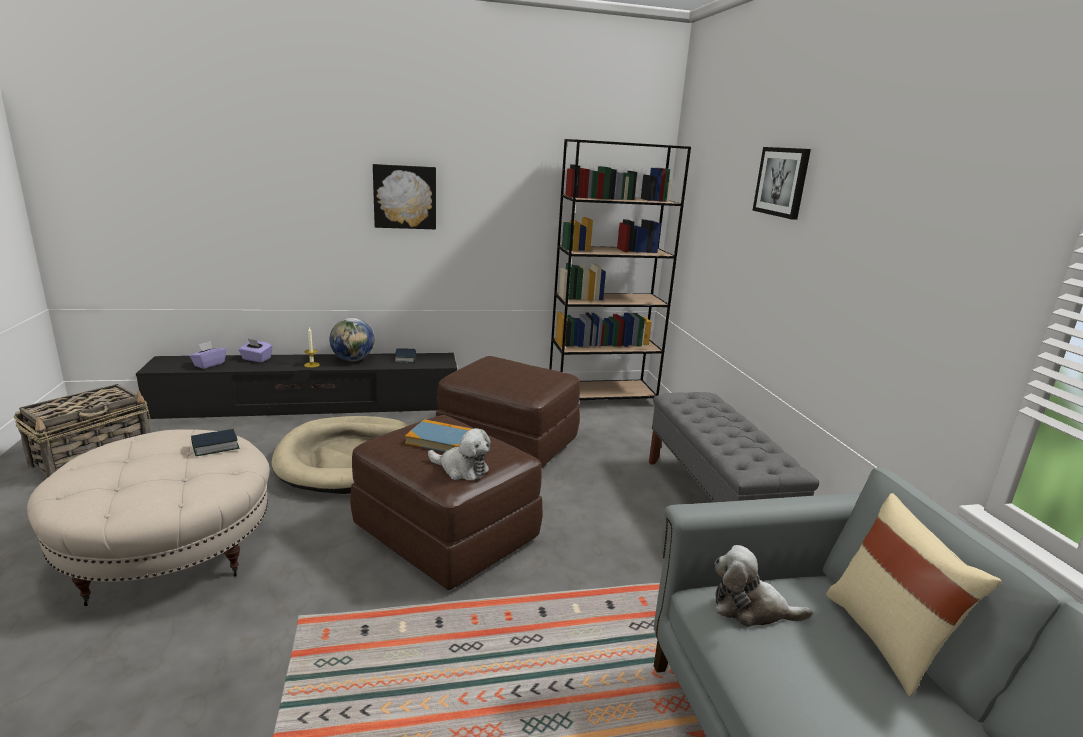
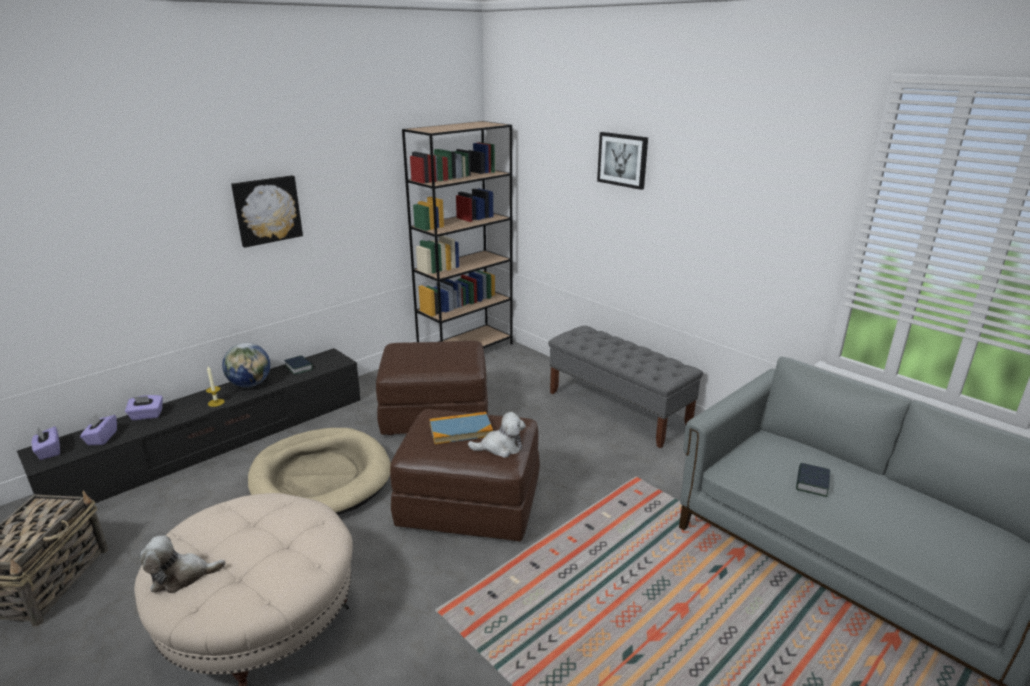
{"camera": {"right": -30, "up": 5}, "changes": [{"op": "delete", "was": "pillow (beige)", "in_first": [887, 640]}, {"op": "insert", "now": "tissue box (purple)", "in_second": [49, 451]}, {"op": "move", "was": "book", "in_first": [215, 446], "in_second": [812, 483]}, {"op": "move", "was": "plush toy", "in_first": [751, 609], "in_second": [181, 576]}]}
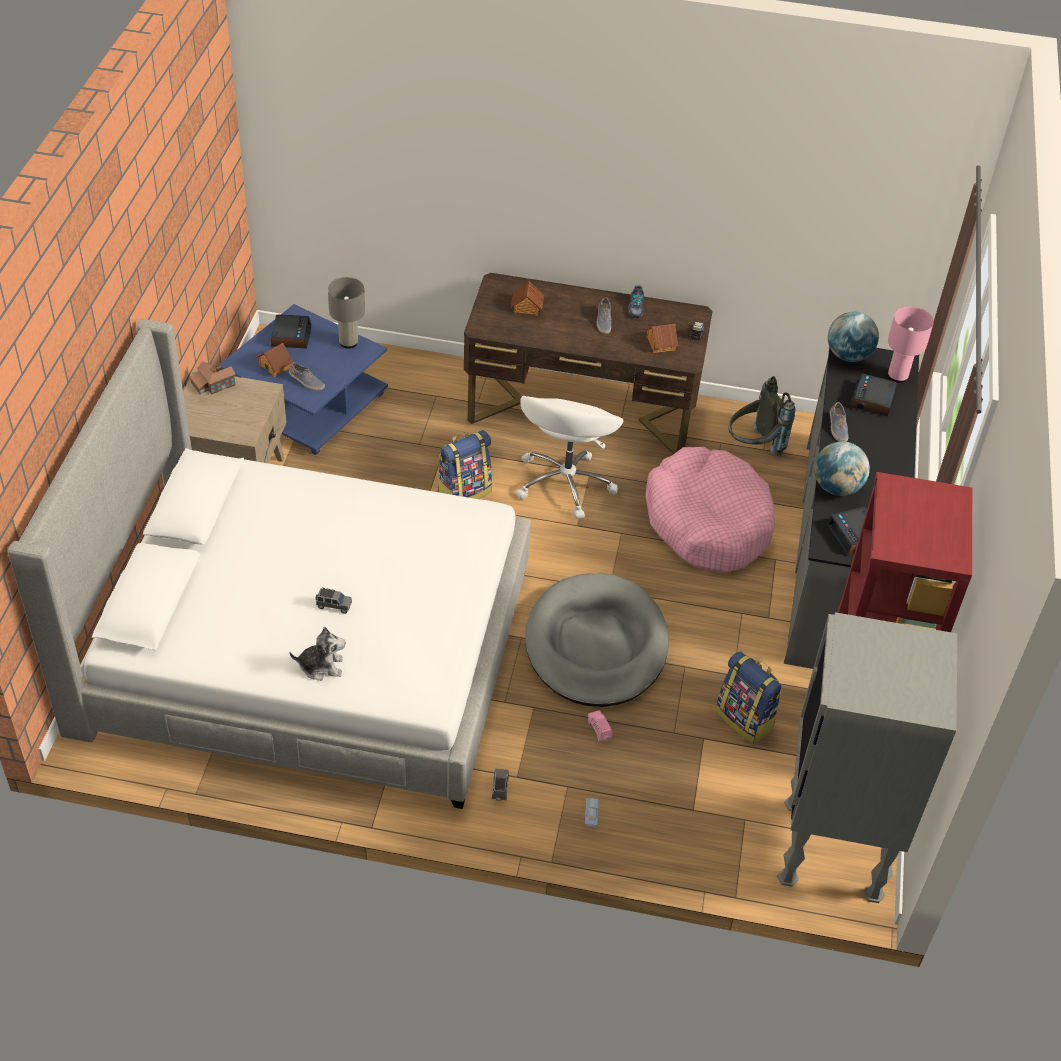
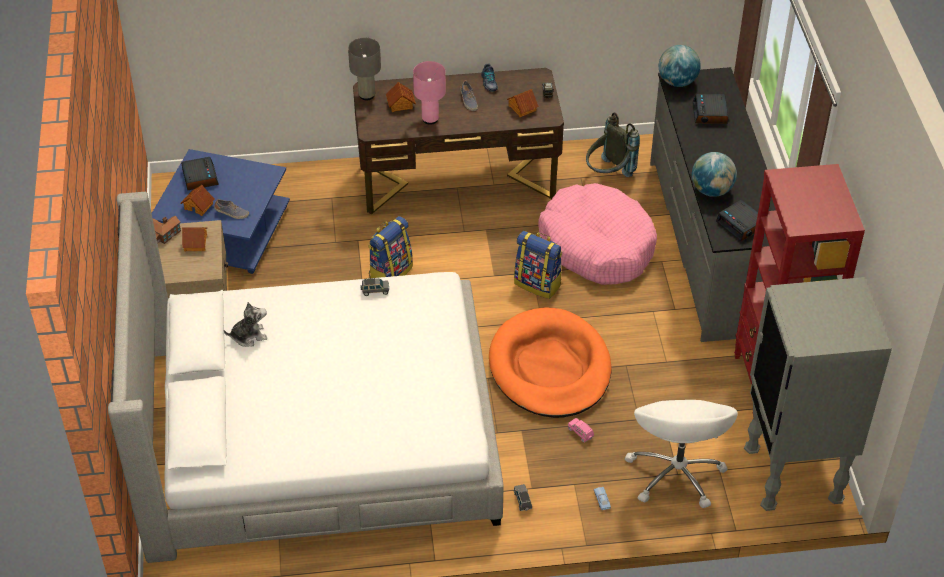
{"camera": {"right": -15, "up": 0}, "changes": [{"op": "delete", "was": "shoe", "in_first": [837, 428]}, {"op": "insert", "now": "toy house", "in_second": [196, 243]}, {"op": "move", "was": "plush toy", "in_first": [321, 666], "in_second": [249, 336]}, {"op": "move", "was": "toy car (grey)", "in_first": [333, 605], "in_second": [375, 291]}, {"op": "move", "was": "table lamp (grey)", "in_first": [348, 342], "in_second": [366, 95]}, {"op": "move", "was": "office chair (white)", "in_first": [564, 486], "in_second": [676, 476]}, {"op": "move", "was": "backpack", "in_first": [745, 719], "in_second": [538, 284]}, {"op": "move", "was": "table lamp (pink)", "in_first": [898, 377], "in_second": [430, 119]}, {"op": "recolor", "was": "dog bed (grey)", "now": "dog bed (orange)", "in_first": [596, 645], "in_second": [550, 368]}]}
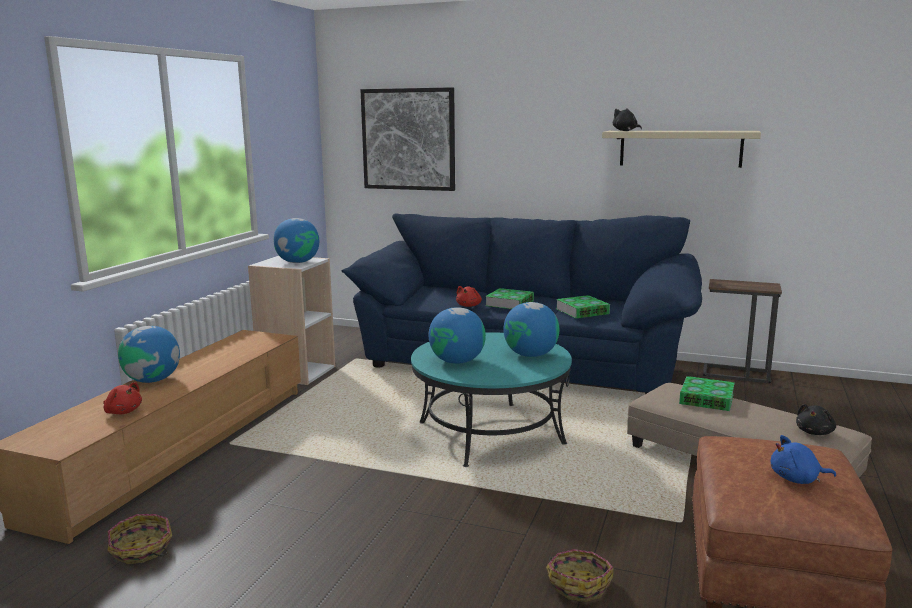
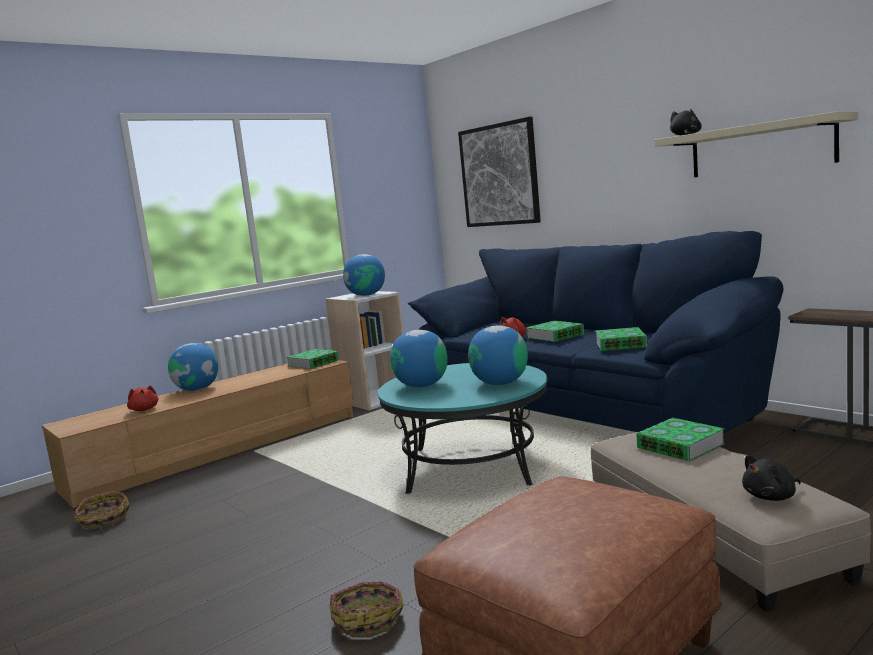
{"camera": {"right": 30, "up": -5}, "changes": [{"op": "delete", "was": "plush toy (blue)", "in_first": [797, 479]}, {"op": "insert", "now": "book", "in_second": [313, 363]}]}
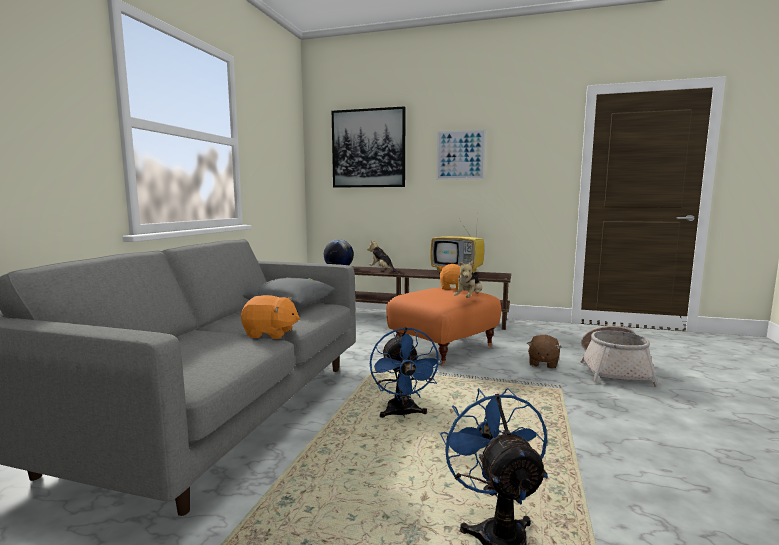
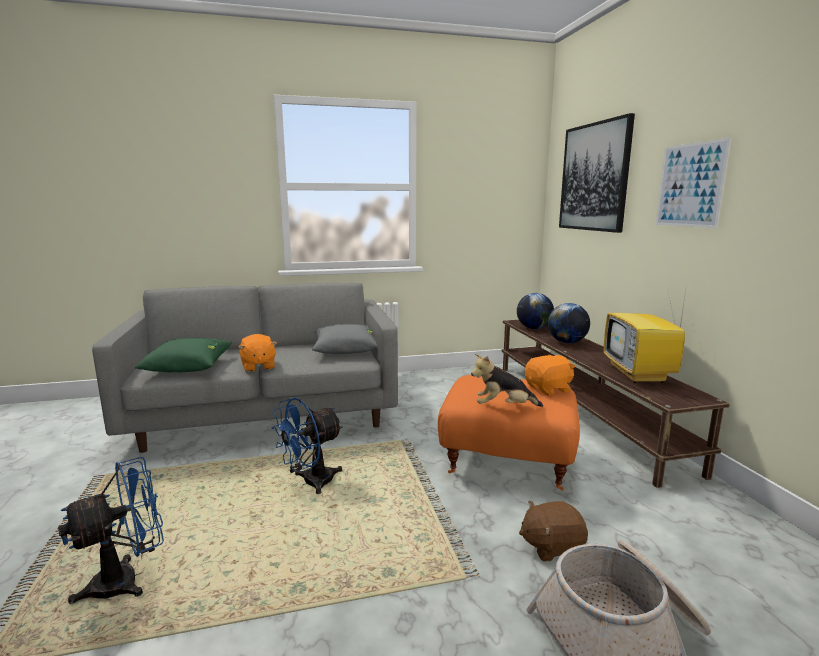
{"camera": {"right": 60, "up": 5}, "changes": [{"op": "insert", "now": "pillow (green)", "in_second": [188, 367]}, {"op": "replace", "was": "plush toy", "now": "globe", "in_first": [382, 270], "in_second": [567, 342]}]}
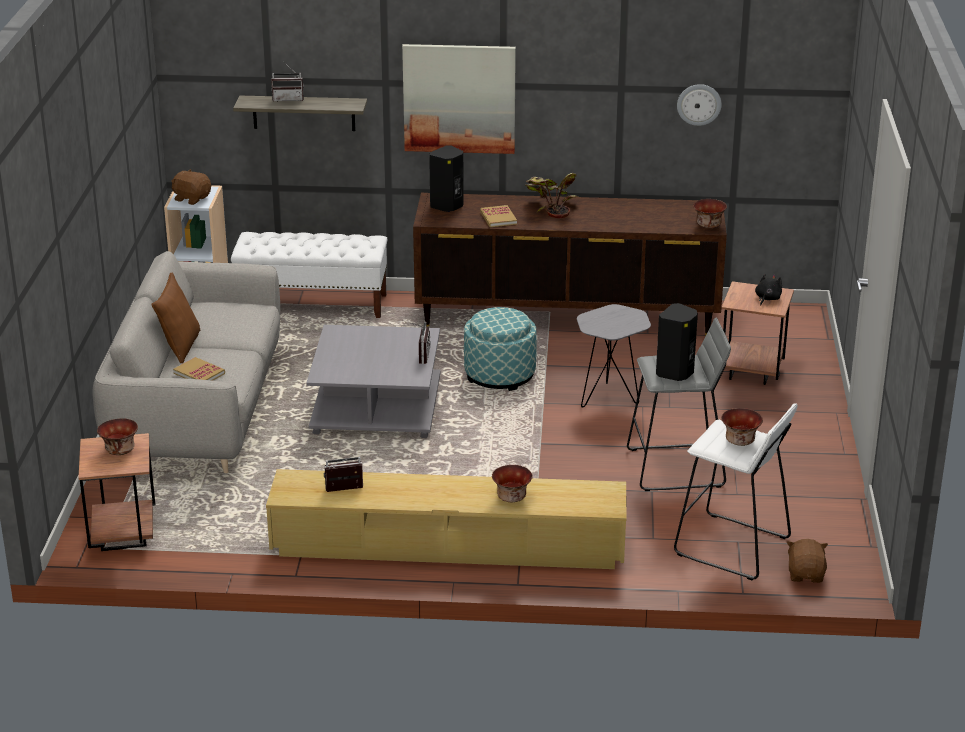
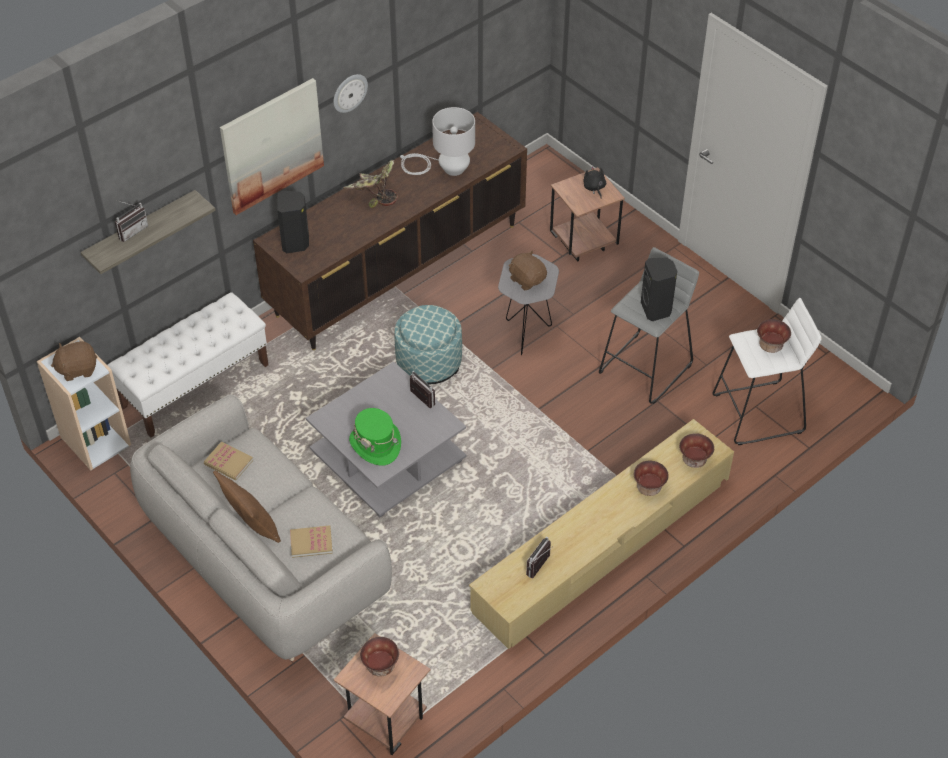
{"camera": {"right": -45, "up": 20}, "changes": [{"op": "insert", "now": "hat (green)", "in_second": [375, 444]}, {"op": "insert", "now": "table lamp (white)", "in_second": [439, 167]}, {"op": "move", "was": "book", "in_first": [498, 218], "in_second": [228, 462]}, {"op": "move", "was": "wall clock", "in_first": [699, 104], "in_second": [349, 92]}, {"op": "move", "was": "bowl", "in_first": [709, 225], "in_second": [694, 460]}, {"op": "move", "was": "plush toy (brown)", "in_first": [806, 574], "in_second": [527, 279]}]}
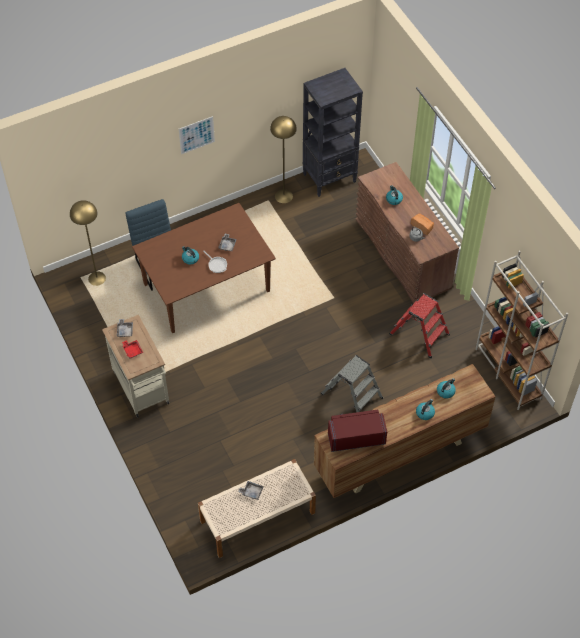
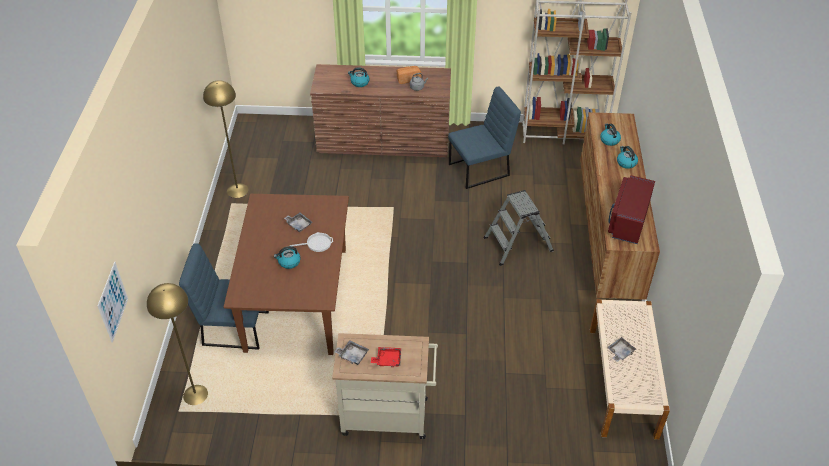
{"camera": {"right": -60, "up": -10}, "changes": [{"op": "delete", "was": "bookcase (black)", "in_first": [330, 178]}, {"op": "move", "was": "picture", "in_first": [196, 135], "in_second": [113, 302]}, {"op": "replace", "was": "step ladder (red)", "now": "chair (blue)", "in_first": [419, 334], "in_second": [481, 169]}]}
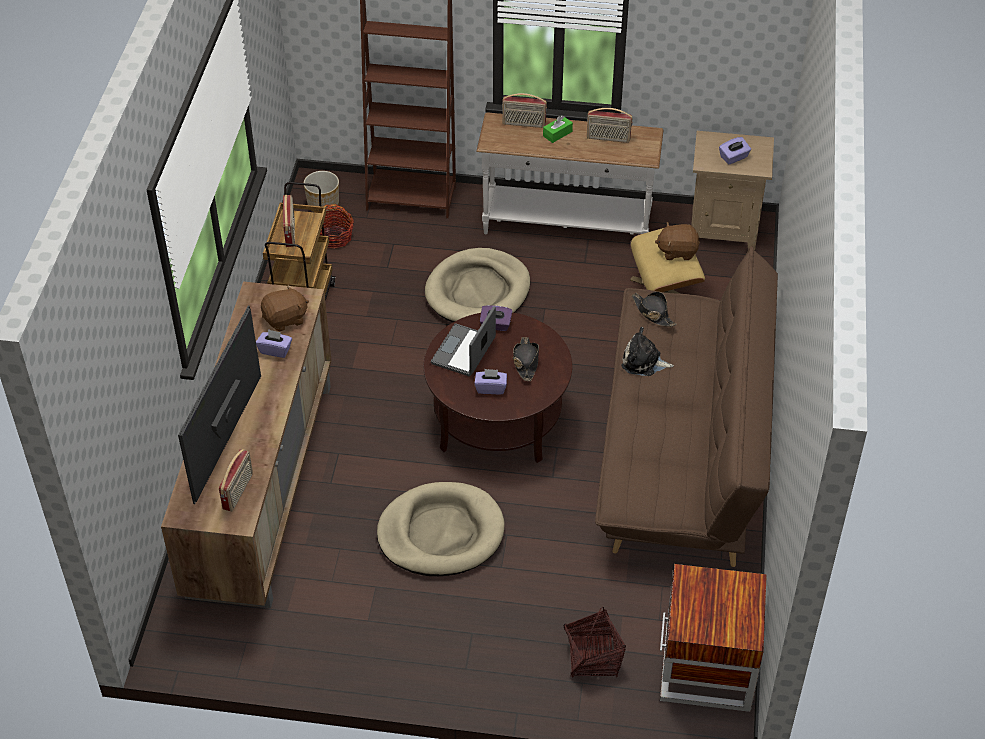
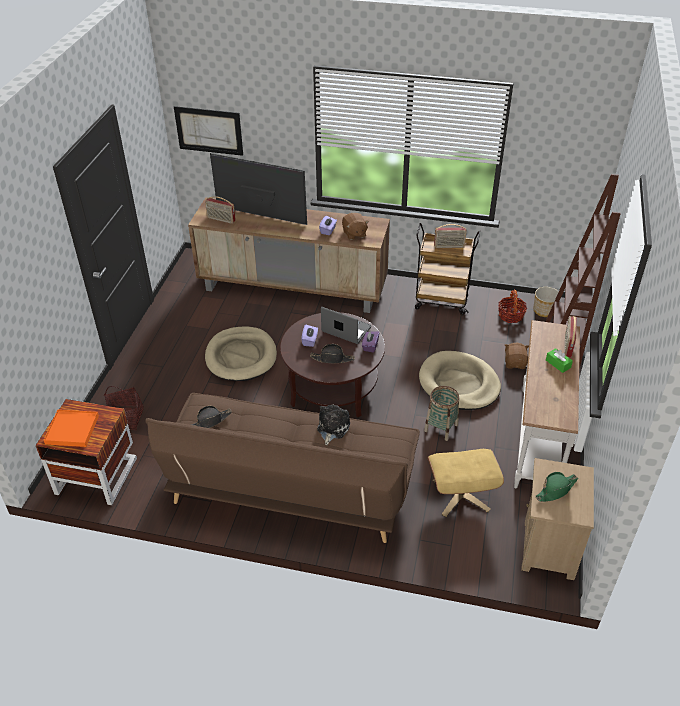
{"camera": {"right": 95, "up": -5}, "changes": [{"op": "delete", "was": "radio", "in_first": [608, 138]}, {"op": "insert", "now": "tray (orange)", "in_second": [72, 430]}, {"op": "insert", "now": "picture", "in_second": [209, 130]}, {"op": "insert", "now": "basket", "in_second": [441, 428]}, {"op": "move", "was": "hat (black)", "in_first": [652, 313], "in_second": [210, 421]}, {"op": "move", "was": "plush toy (brown)", "in_first": [677, 251], "in_second": [515, 363]}, {"op": "replace", "was": "tissue box (purple)", "now": "hat (green)", "in_first": [734, 157], "in_second": [556, 490]}]}
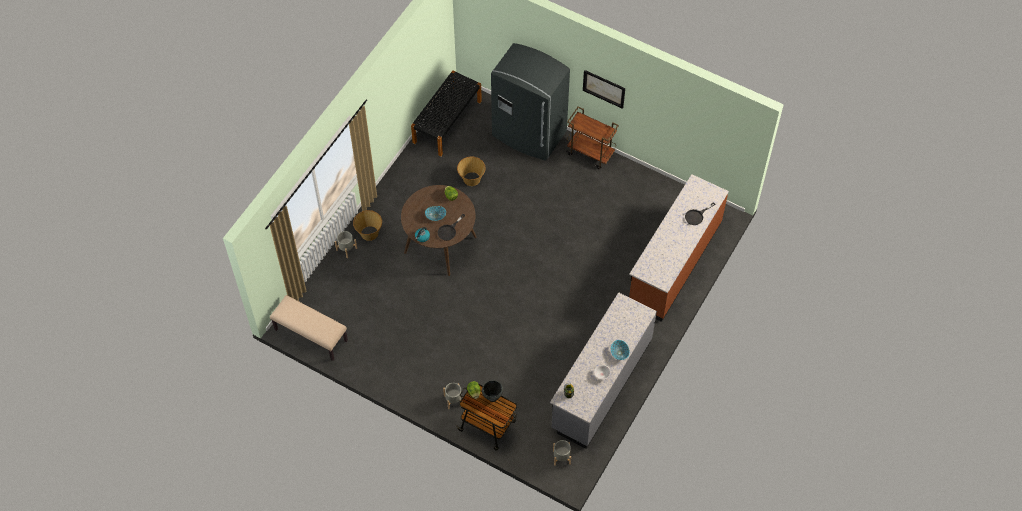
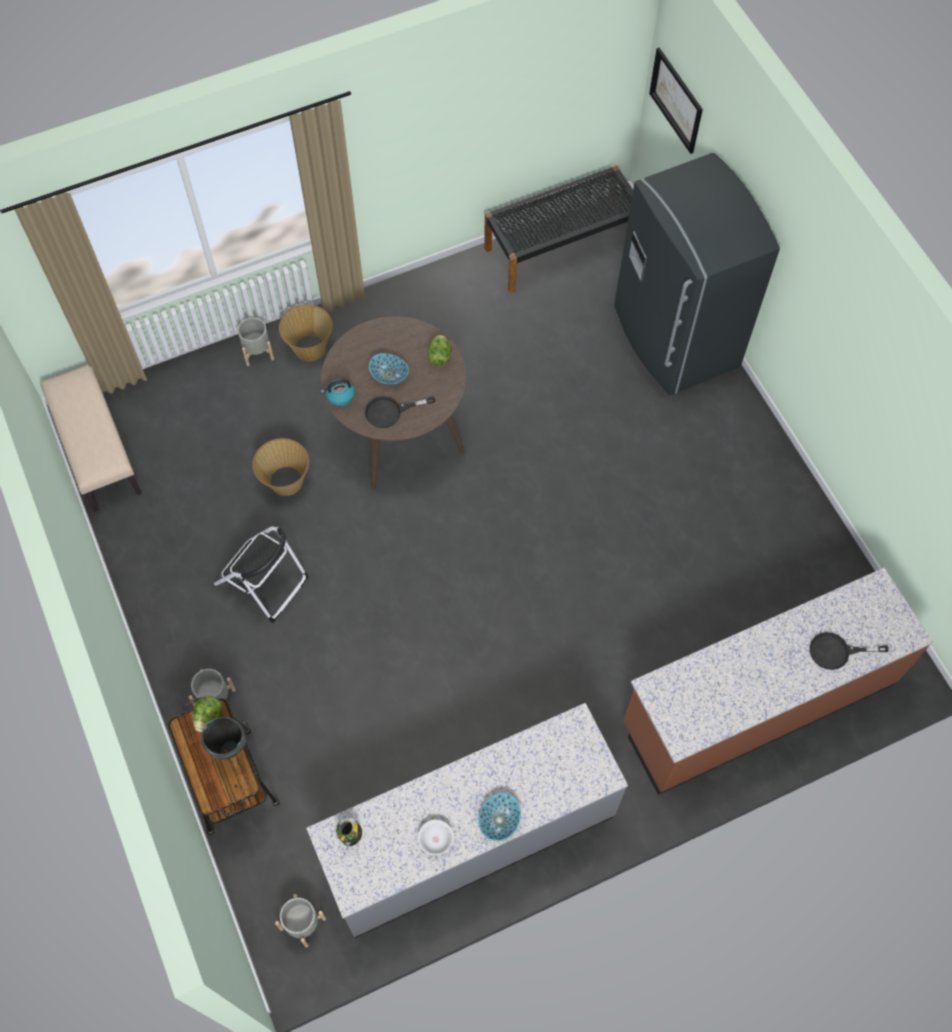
{"camera": {"right": 35, "up": 5}, "changes": [{"op": "delete", "was": "cart (brown)", "in_first": [590, 155]}, {"op": "insert", "now": "step ladder", "in_second": [263, 583]}, {"op": "move", "was": "basket", "in_first": [471, 179], "in_second": [285, 481]}, {"op": "move", "was": "picture", "in_first": [604, 88], "in_second": [676, 100]}]}
